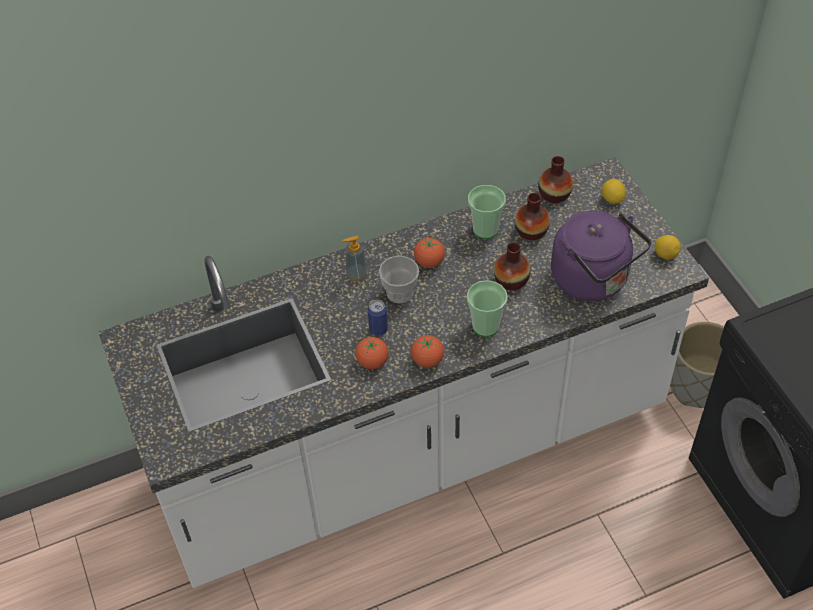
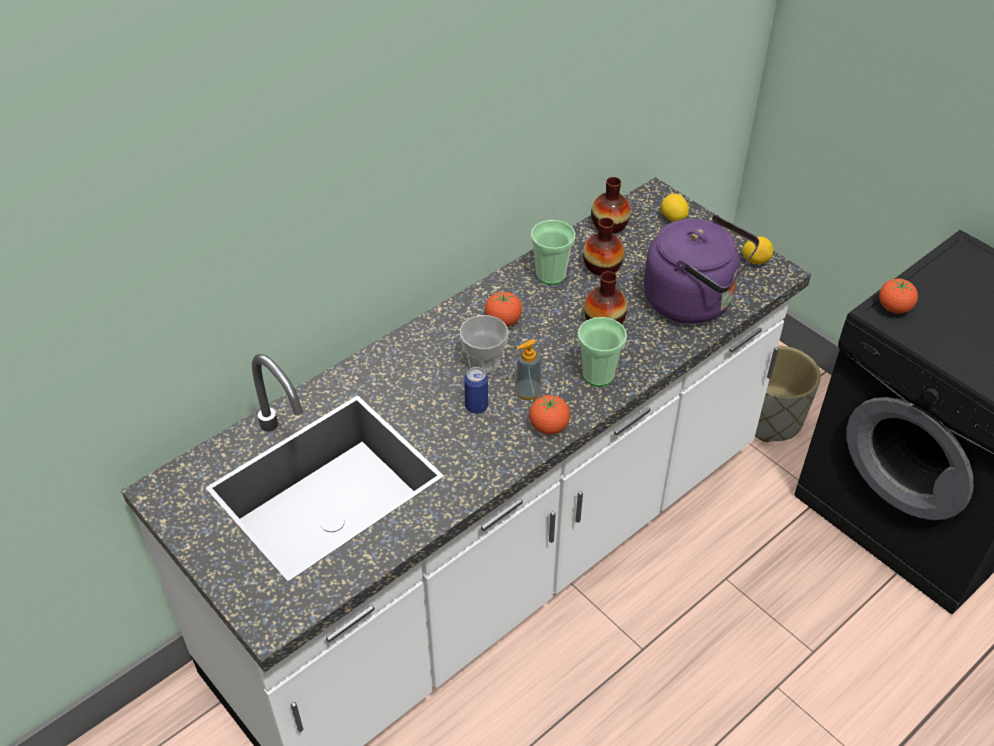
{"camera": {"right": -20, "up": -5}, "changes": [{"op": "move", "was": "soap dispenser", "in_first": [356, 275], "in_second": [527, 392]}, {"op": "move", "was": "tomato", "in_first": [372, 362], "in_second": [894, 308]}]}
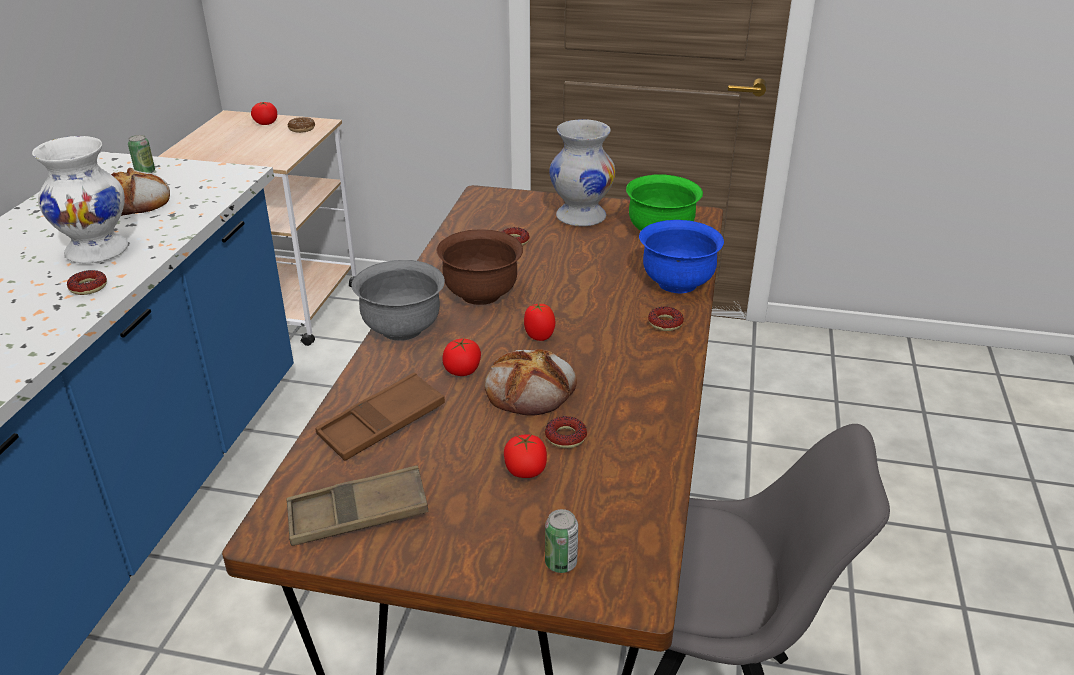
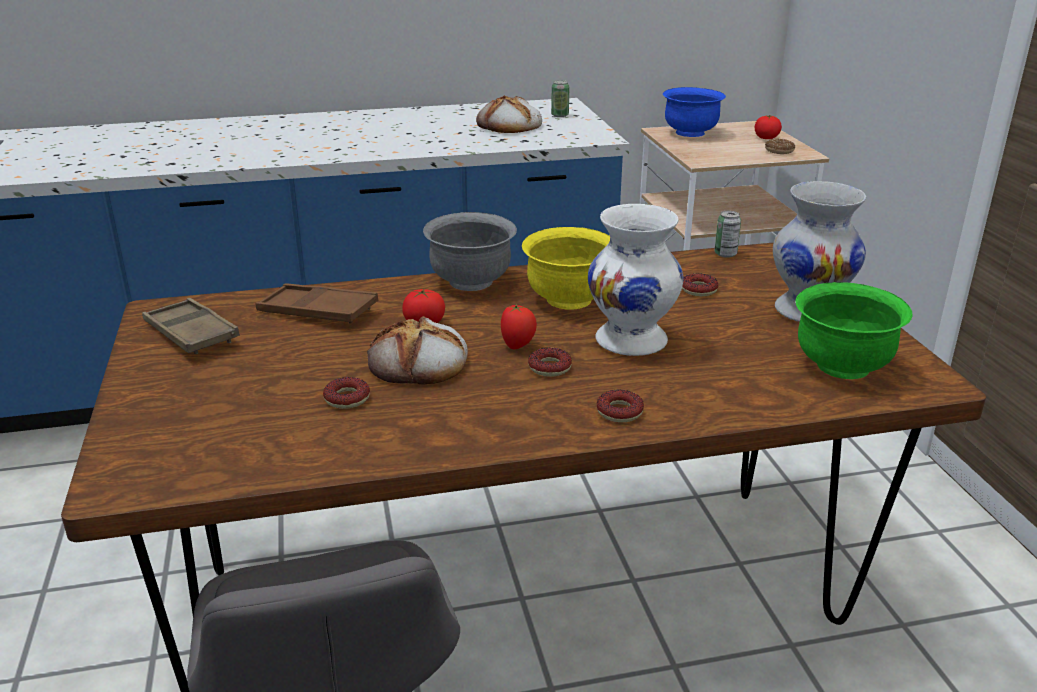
{"camera": {"right": 65, "up": -5}, "changes": [{"op": "delete", "was": "tomato", "in_first": [525, 471]}, {"op": "move", "was": "vase (white)", "in_first": [98, 250], "in_second": [632, 341]}, {"op": "move", "was": "donut", "in_first": [88, 287], "in_second": [549, 367]}, {"op": "move", "was": "can", "in_first": [561, 563], "in_second": [725, 254]}, {"op": "move", "was": "bowl (blue)", "in_first": [677, 283], "in_second": [690, 133]}, {"op": "recolor", "was": "bowl (brown)", "now": "bowl (yellow)", "in_first": [481, 295], "in_second": [568, 300]}]}
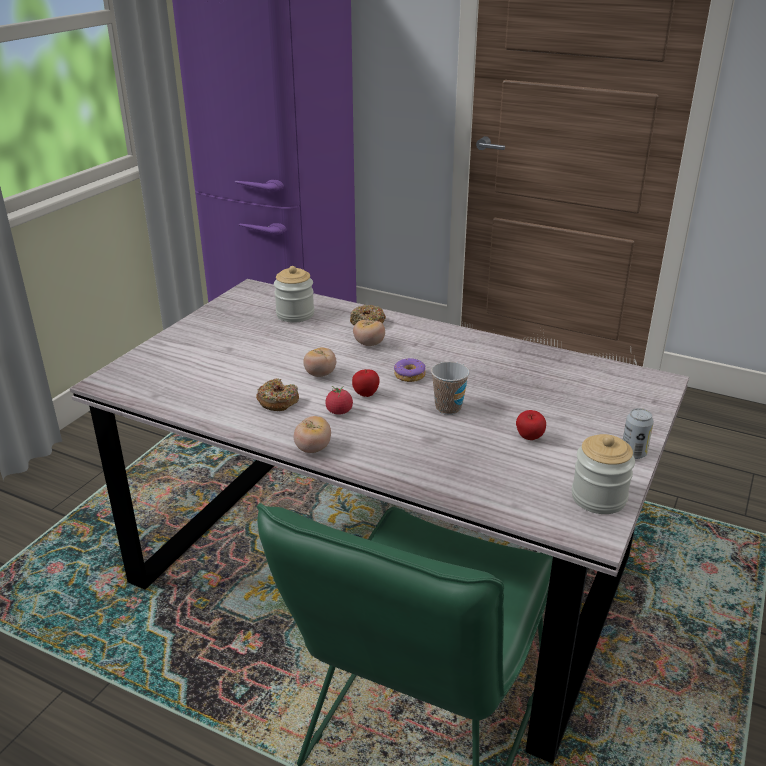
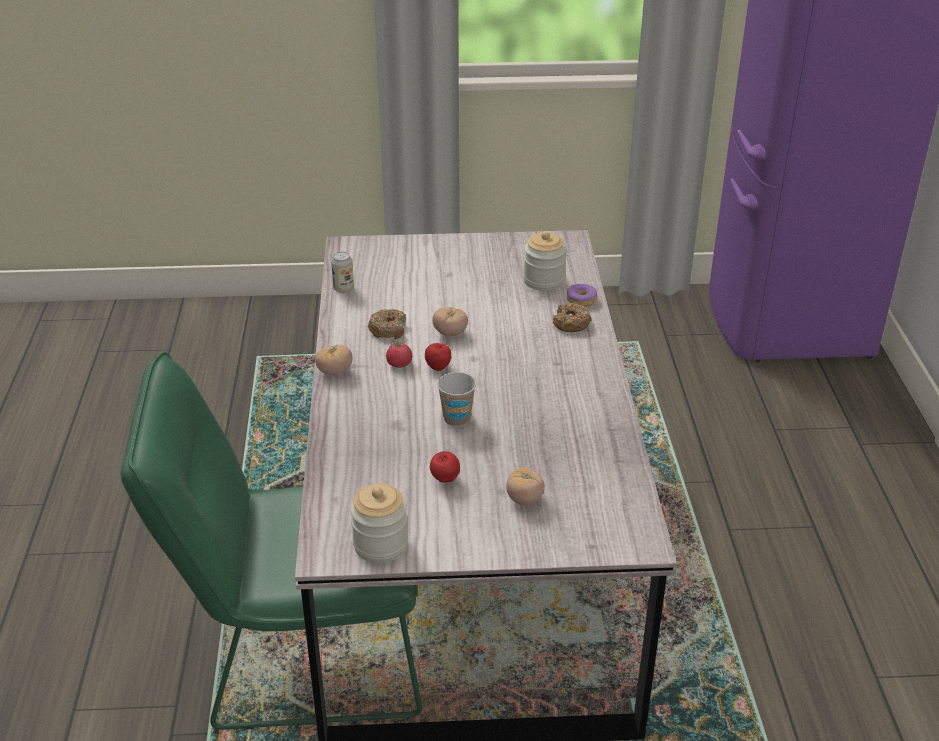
{"camera": {"right": 60, "up": 5}, "changes": [{"op": "move", "was": "tomato", "in_first": [369, 344], "in_second": [524, 499]}, {"op": "move", "was": "donut", "in_first": [410, 375], "in_second": [581, 300]}, {"op": "move", "was": "can", "in_first": [633, 453], "in_second": [343, 289]}]}
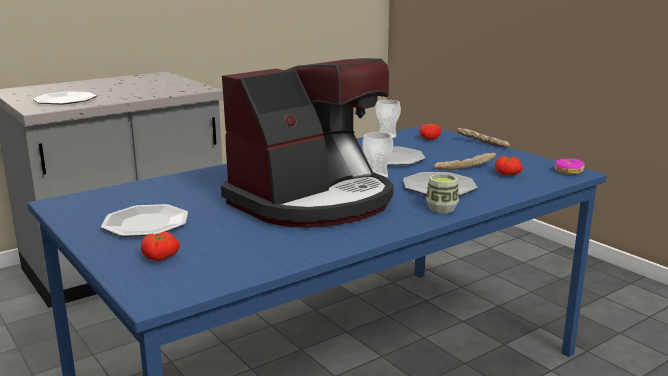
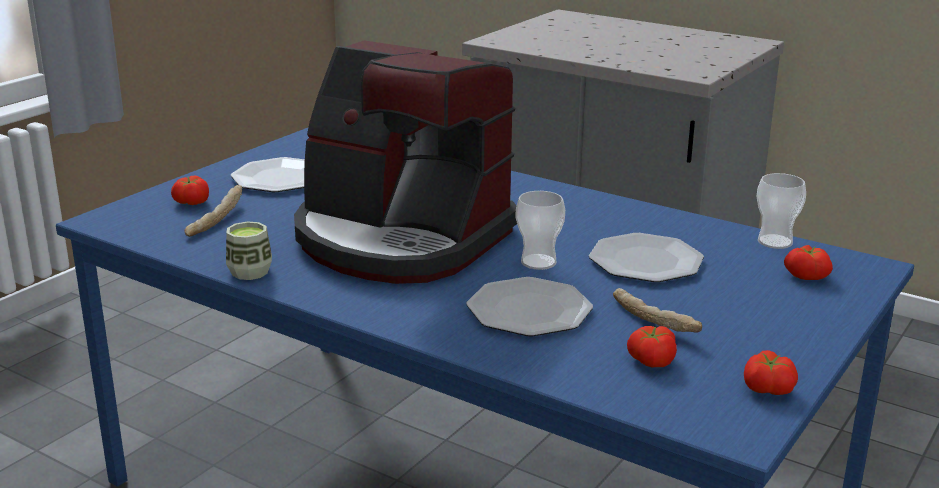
{"camera": {"right": 70, "up": 5}, "changes": [{"op": "delete", "was": "plate", "in_first": [65, 100]}, {"op": "delete", "was": "donut", "in_first": [568, 171]}, {"op": "insert", "now": "tomato", "in_second": [766, 389]}, {"op": "move", "was": "cup", "in_first": [441, 209], "in_second": [250, 272]}, {"op": "move", "was": "bread", "in_first": [482, 144], "in_second": [215, 220]}]}
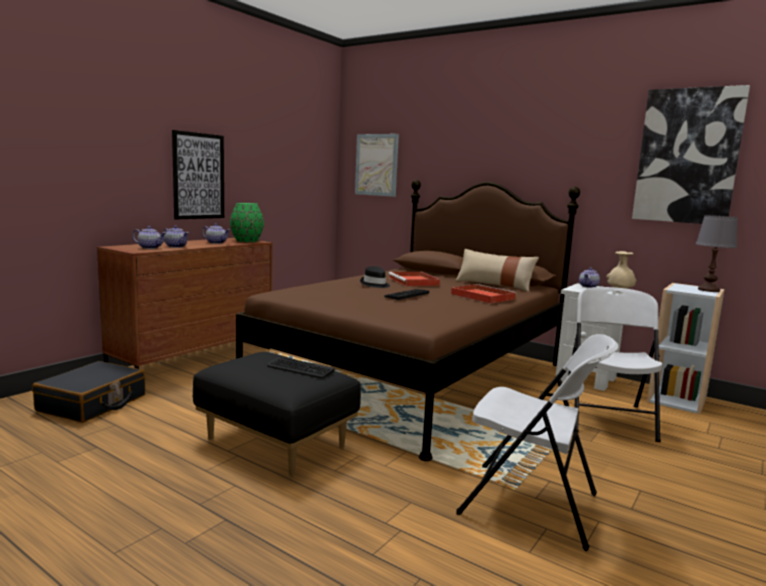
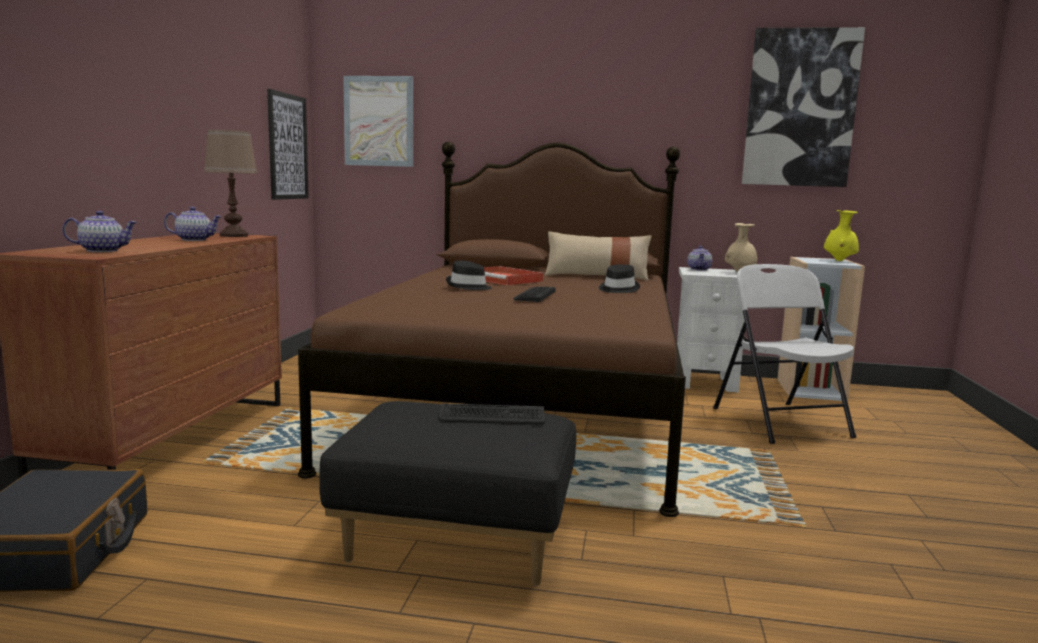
{"camera": {"right": -25, "up": 0}, "changes": [{"op": "delete", "was": "teapot", "in_first": [176, 246]}, {"op": "delete", "was": "chair (white)", "in_first": [529, 504]}, {"op": "move", "was": "picture", "in_first": [198, 176], "in_second": [287, 147]}, {"op": "replace", "was": "vase (green)", "now": "table lamp (brown)", "in_first": [246, 241], "in_second": [234, 236]}, {"op": "replace", "was": "tray (red)", "now": "hat (black)", "in_first": [481, 296], "in_second": [618, 289]}, {"op": "replace", "was": "table lamp (grey)", "now": "vase (yellow)", "in_first": [709, 290], "in_second": [839, 261]}]}
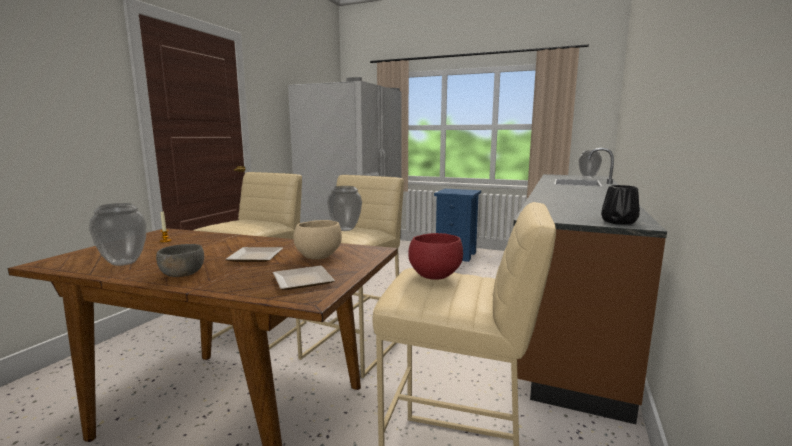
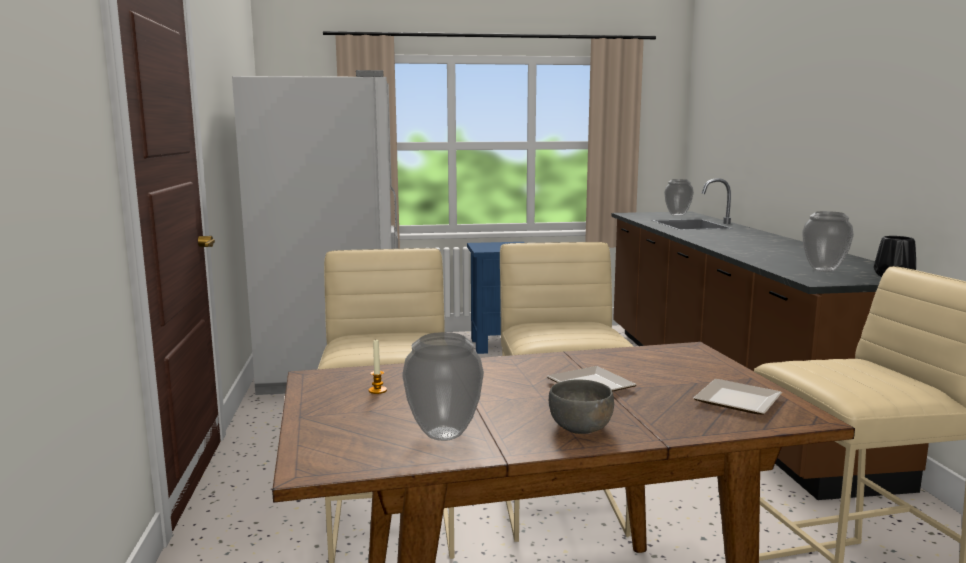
{"camera": {"right": -30, "up": 0}, "changes": [{"op": "delete", "was": "bowl (beige)", "in_first": [317, 256]}, {"op": "delete", "was": "bowl (red)", "in_first": [433, 276]}, {"op": "move", "was": "vase", "in_first": [346, 229], "in_second": [824, 270]}]}
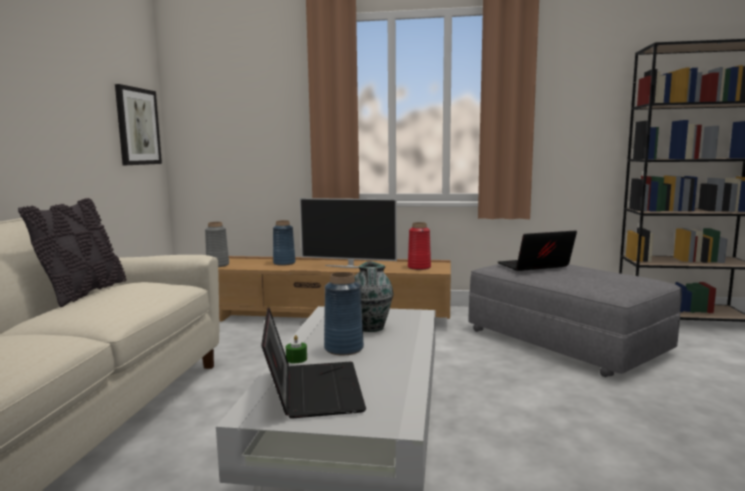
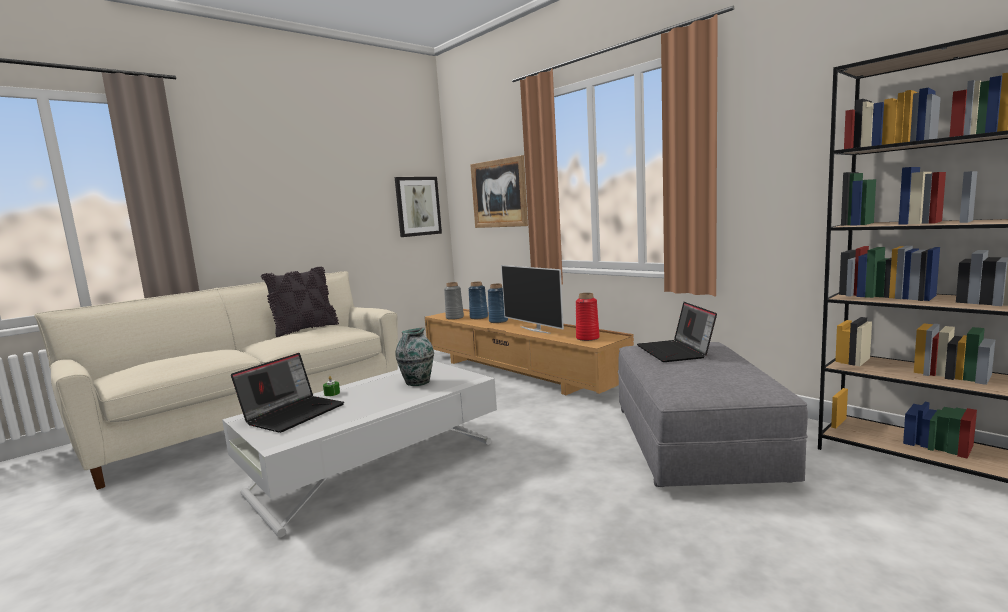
{"camera": {"right": 40, "up": 0}, "changes": [{"op": "insert", "now": "picture", "in_second": [499, 193]}, {"op": "move", "was": "vase (blue)", "in_first": [343, 348], "in_second": [478, 317]}, {"op": "rotate", "was": "laptop", "in_first": [534, 266], "in_second": [676, 352], "clockwise": -120}]}
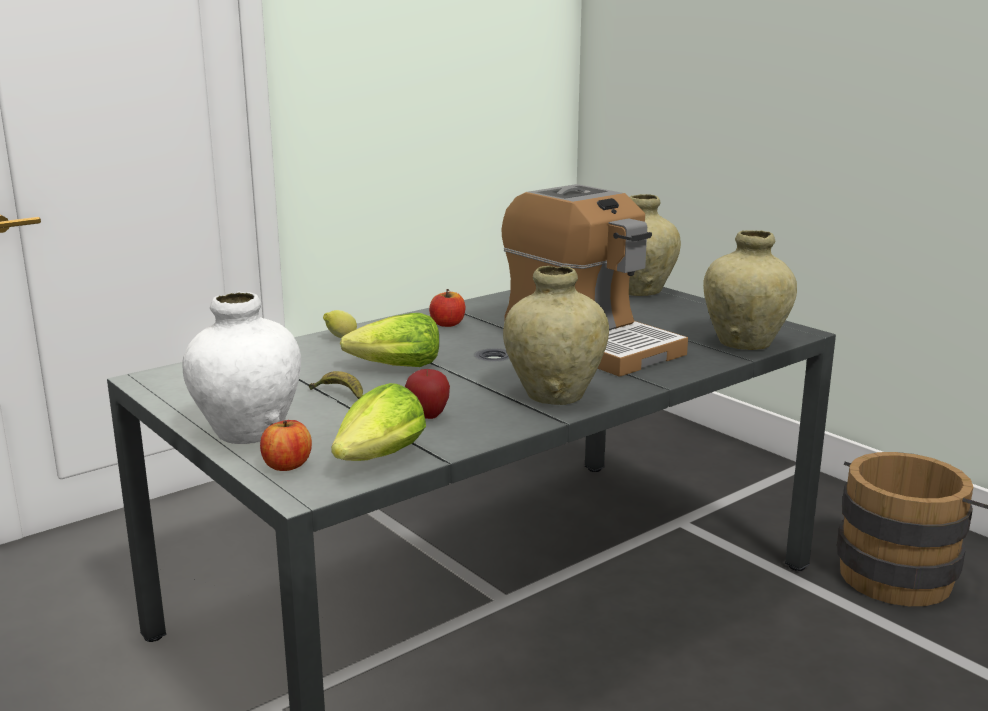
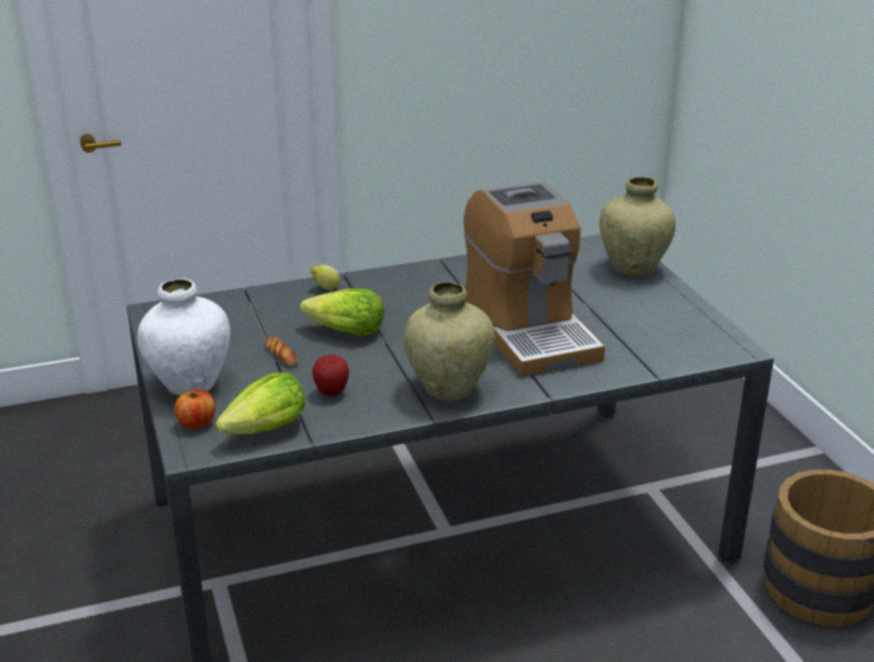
{"camera": {"right": 20, "up": 10}, "changes": [{"op": "delete", "was": "apple", "in_first": [447, 324]}, {"op": "delete", "was": "vase (beige)", "in_first": [745, 344]}, {"op": "replace", "was": "banana", "now": "bread", "in_first": [339, 394], "in_second": [282, 355]}]}
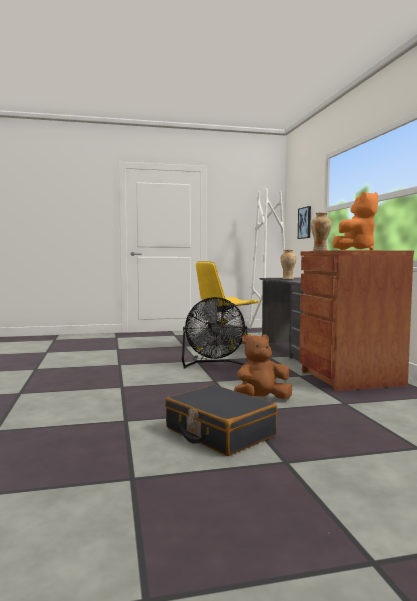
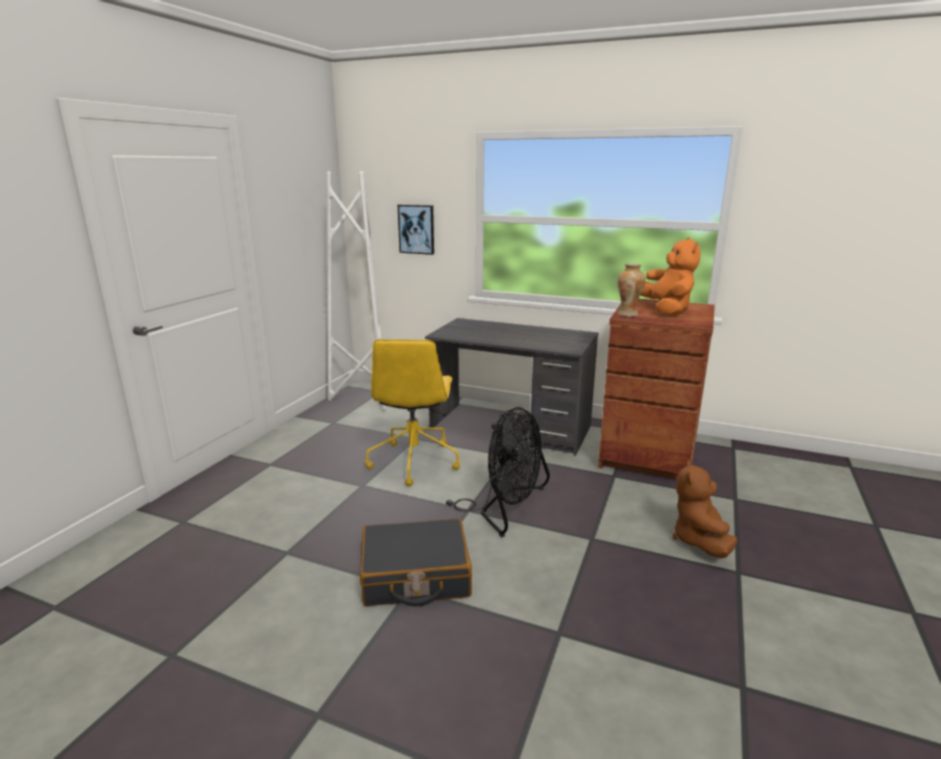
{"camera": {"right": -55, "up": 15}, "changes": [{"op": "delete", "was": "vase", "in_first": [288, 279]}, {"op": "move", "was": "suitcase (black)", "in_first": [219, 432], "in_second": [415, 576]}]}
